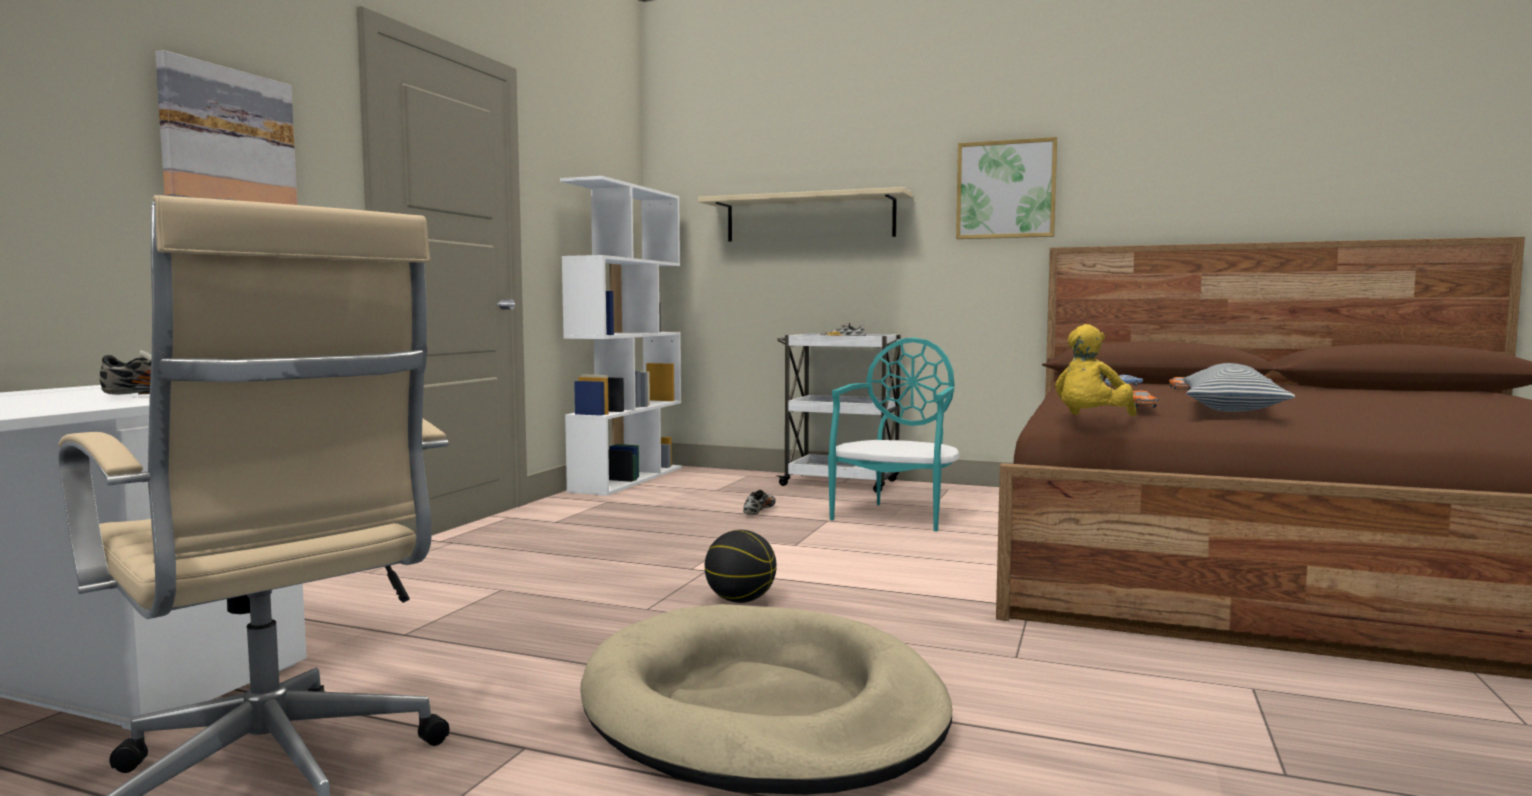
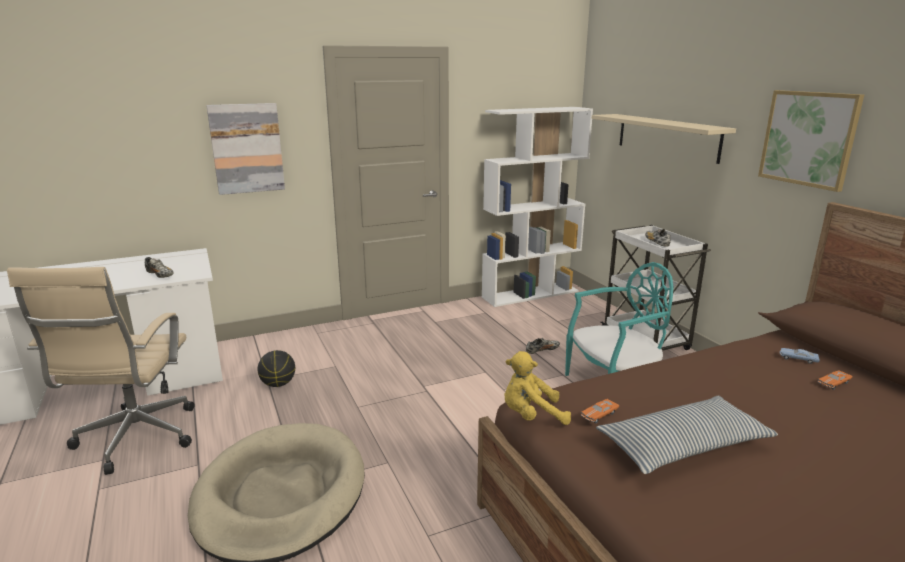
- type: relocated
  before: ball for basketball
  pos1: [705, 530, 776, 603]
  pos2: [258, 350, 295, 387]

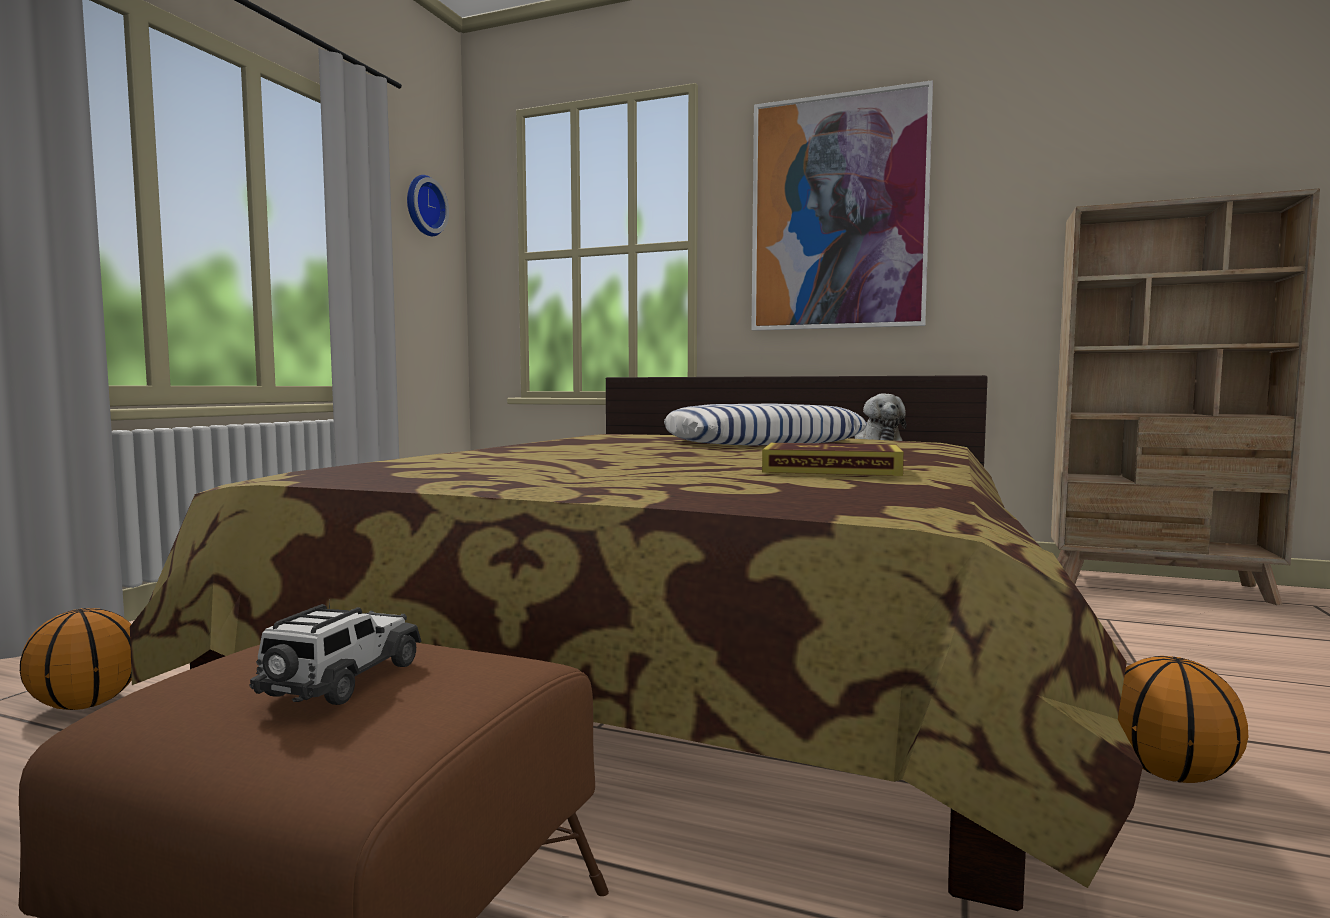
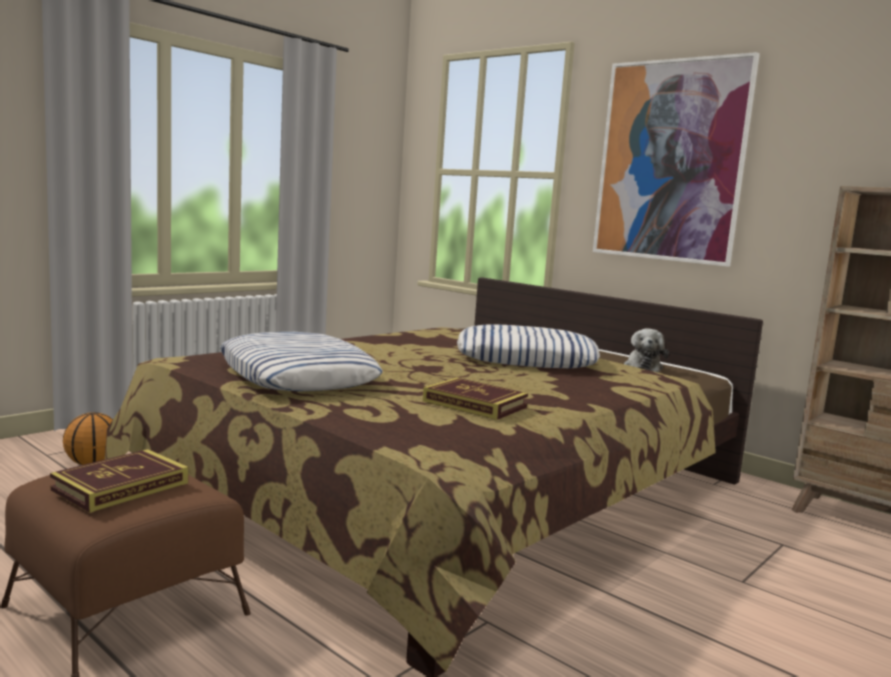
- type: exchanged
  before: toy car
  after: volume
  pos1: [249, 604, 422, 705]
  pos2: [50, 449, 188, 513]
- type: missing
  before: wall clock
  pos1: [407, 175, 449, 236]
- type: missing
  before: ball for basketball
  pos1: [1118, 656, 1248, 783]
- type: appeared
  after: pillow
  pos2: [220, 332, 383, 391]

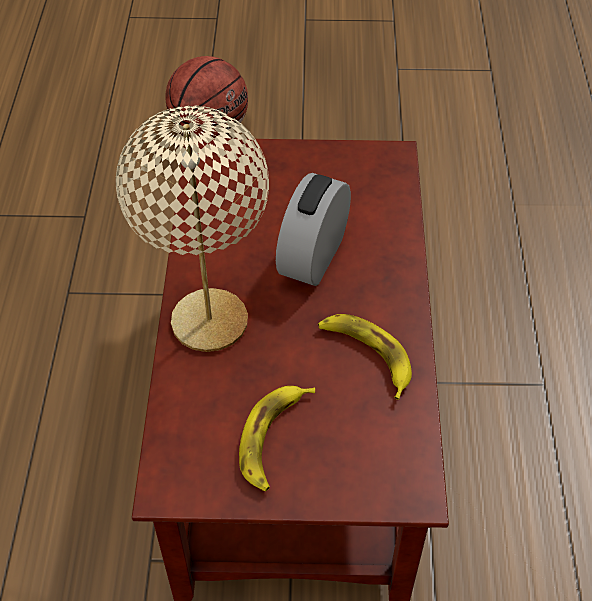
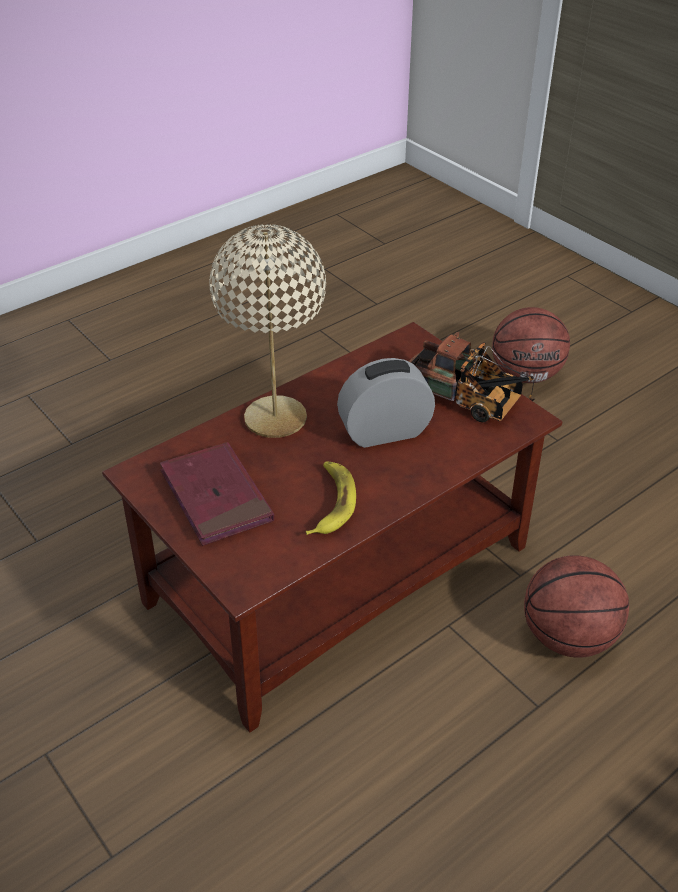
- type: exchanged
  before: banana
  after: red volume
  pos1: [239, 386, 315, 492]
  pos2: [160, 442, 274, 546]
- type: appeared
  after: toy lorry
  pos2: [409, 332, 535, 422]
- type: appeared
  after: ball for basketball
  pos2: [524, 555, 629, 658]

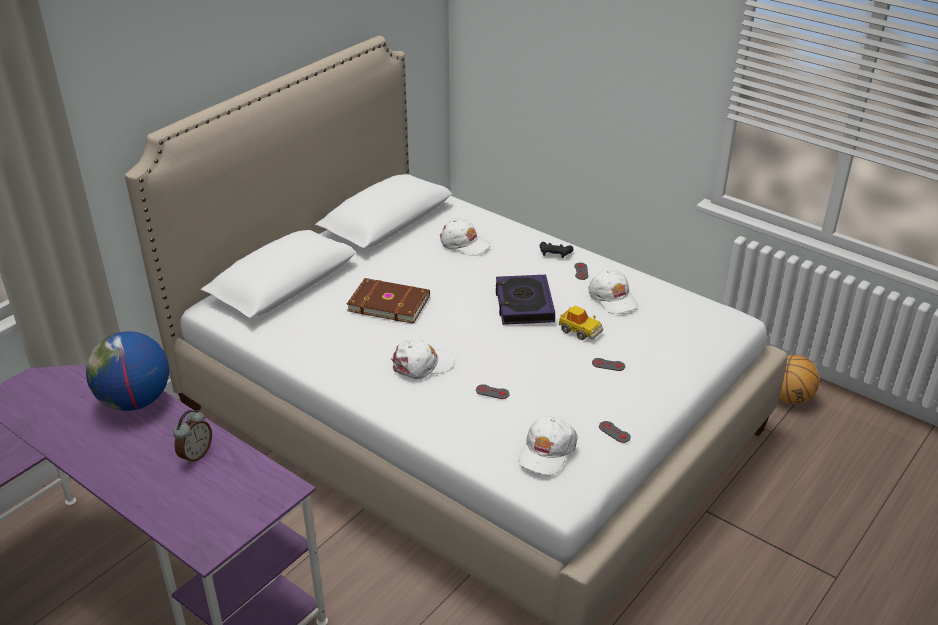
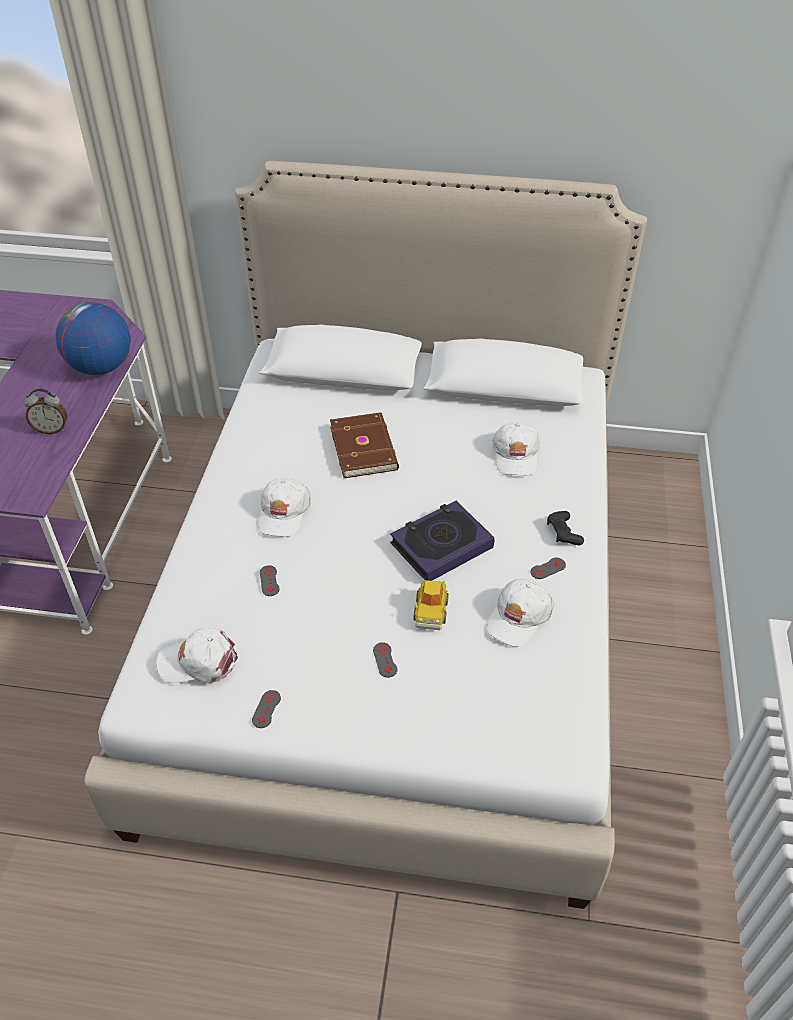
- type: spun
  before: white peaked cap
  pos1: [391, 339, 455, 379]
  pos2: [257, 478, 310, 537]
  turn: 60
- type: missing
  before: ball for basketball
  pos1: [779, 355, 820, 404]

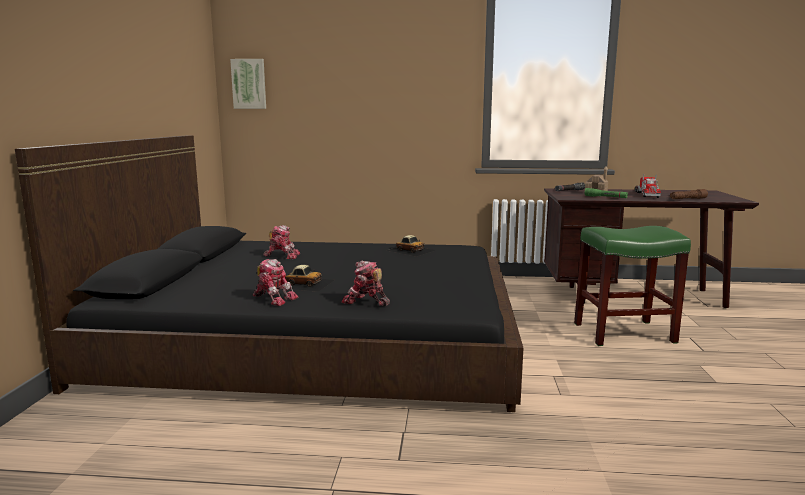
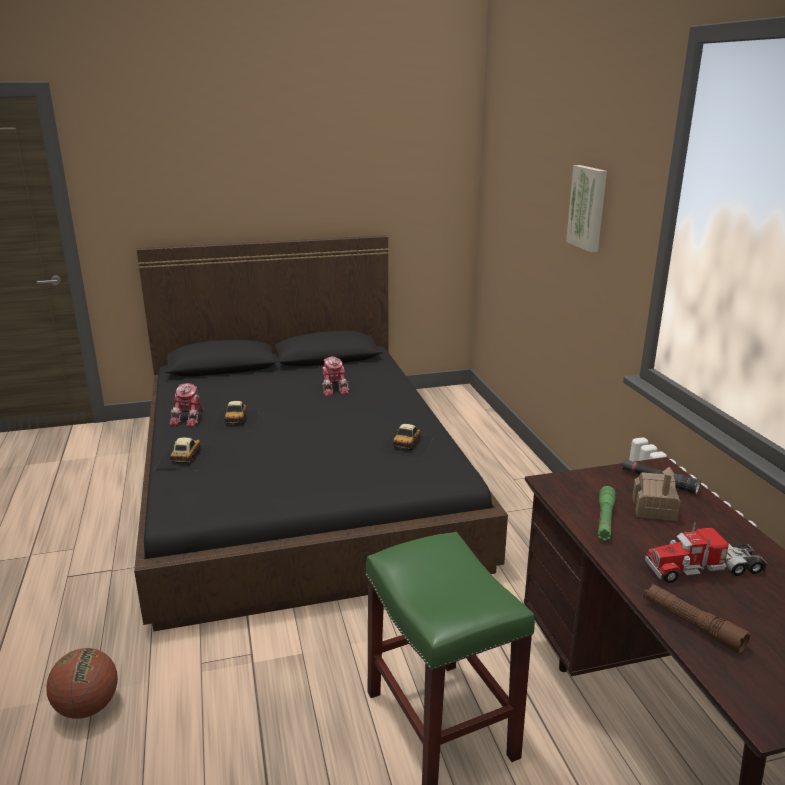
- type: relocated
  before: wall picture
  pos1: [230, 59, 266, 109]
  pos2: [566, 165, 607, 253]
- type: exchanged
  before: toy robot
  after: toy car
  pos1: [341, 261, 390, 306]
  pos2: [155, 437, 216, 470]
- type: appeared
  after: ball for basketball
  pos2: [46, 648, 118, 719]

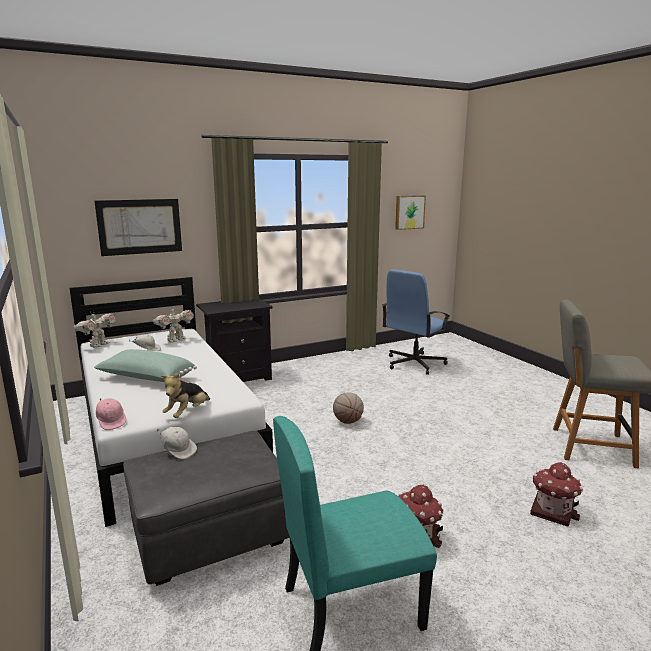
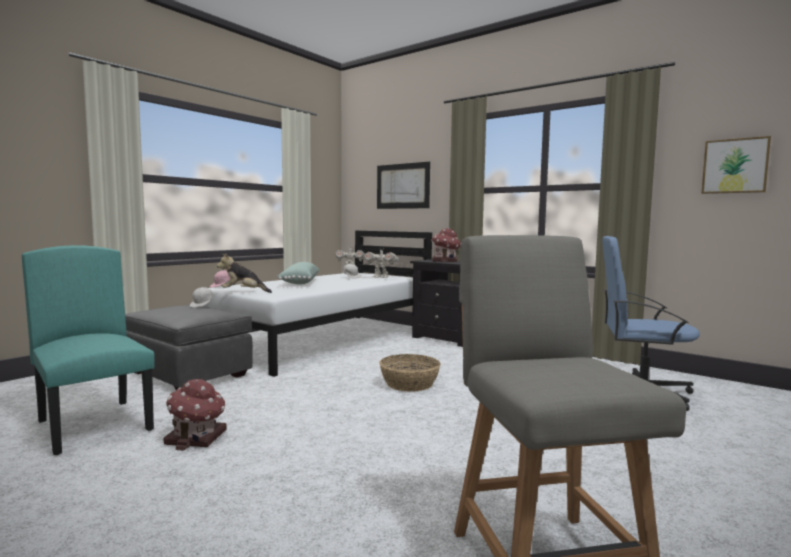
- type: exchanged
  before: ball for basketball
  after: storage basket
  pos1: [333, 393, 364, 424]
  pos2: [379, 354, 440, 392]
- type: relocated
  before: model house
  pos1: [530, 462, 583, 527]
  pos2: [431, 228, 461, 262]

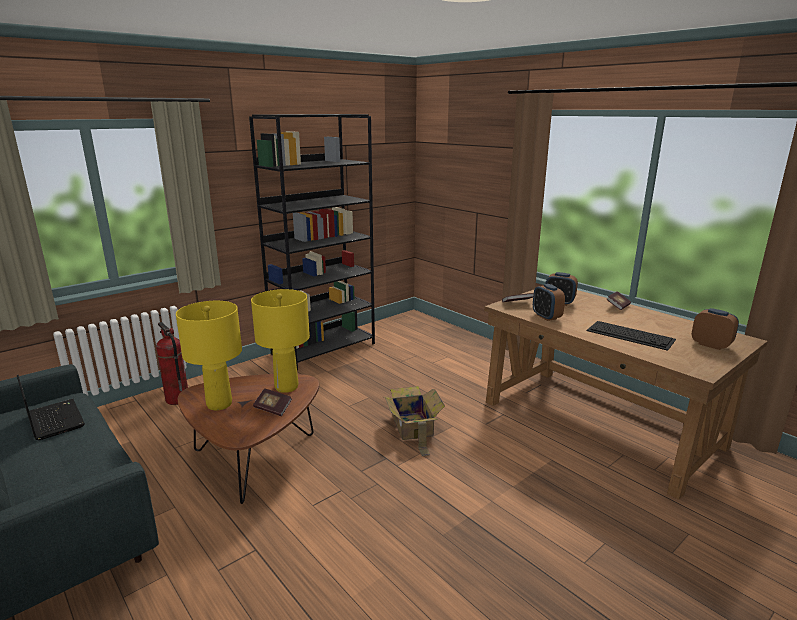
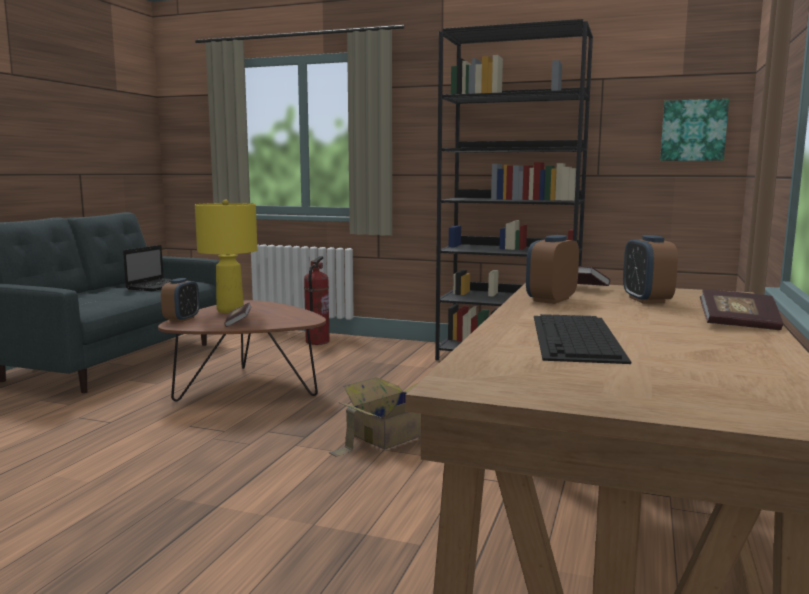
- type: missing
  before: yellow-coloured lamp for a table
  pos1: [251, 289, 310, 393]
- type: relocated
  before: bedside clock
  pos1: [692, 308, 739, 350]
  pos2: [161, 278, 199, 322]
- type: appeared
  after: wall picture
  pos2: [660, 99, 729, 161]

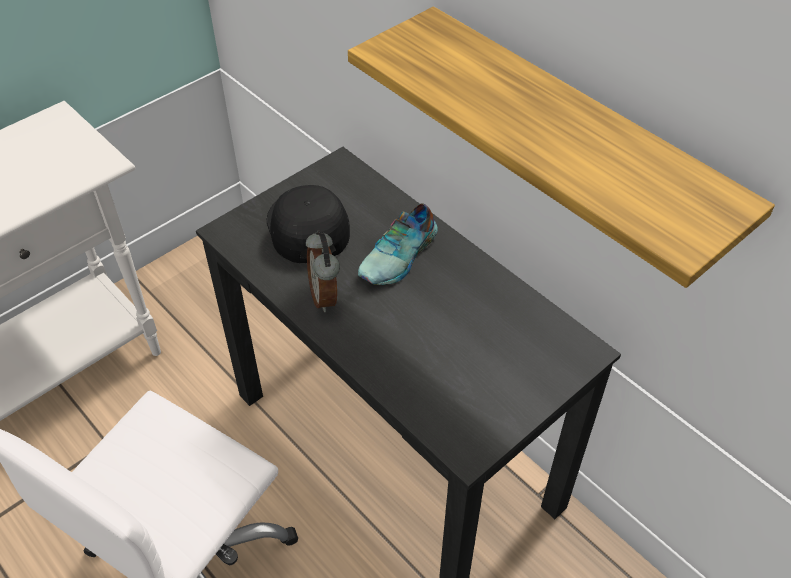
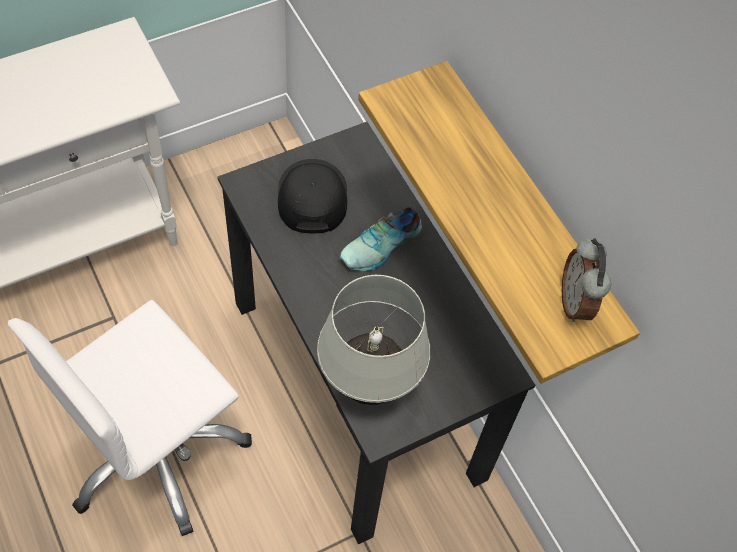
- type: relocated
  before: bedside clock
  pos1: [306, 230, 340, 312]
  pos2: [562, 238, 611, 322]
- type: appeared
  after: white lamp for a table
  pos2: [317, 275, 430, 405]

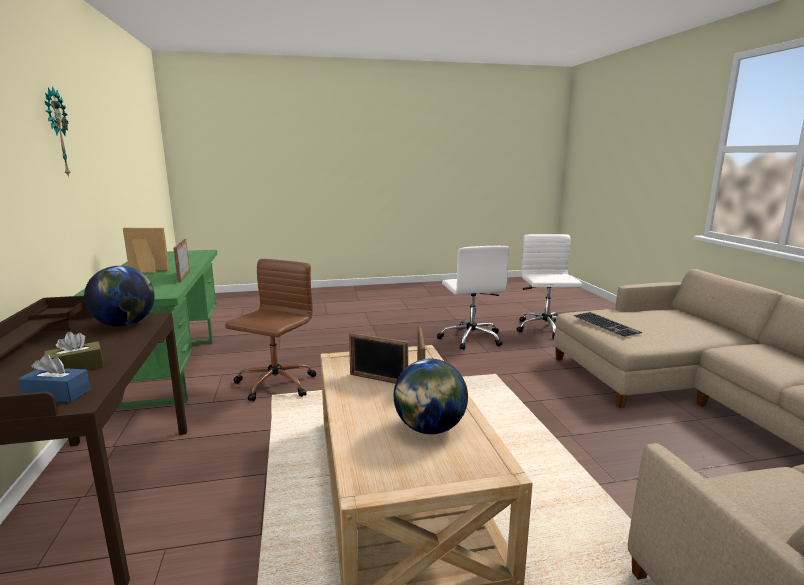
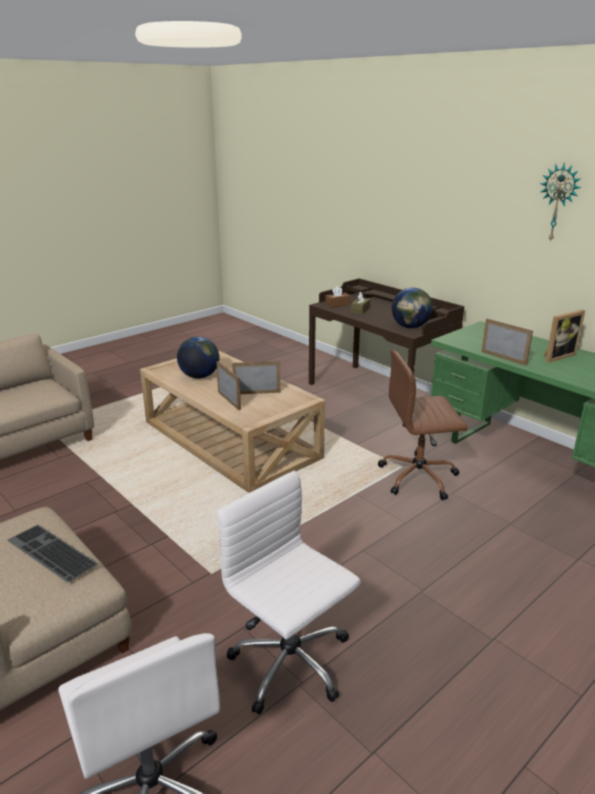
- type: colour
  before: blue-coloured tissue holder
  after: brown-coloured tissue holder
  pos1: [18, 354, 91, 402]
  pos2: [325, 286, 350, 308]
- type: spun
  before: brown-coloured office chair
  pos1: [225, 259, 316, 402]
  pos2: [378, 350, 468, 501]
  turn: 90

